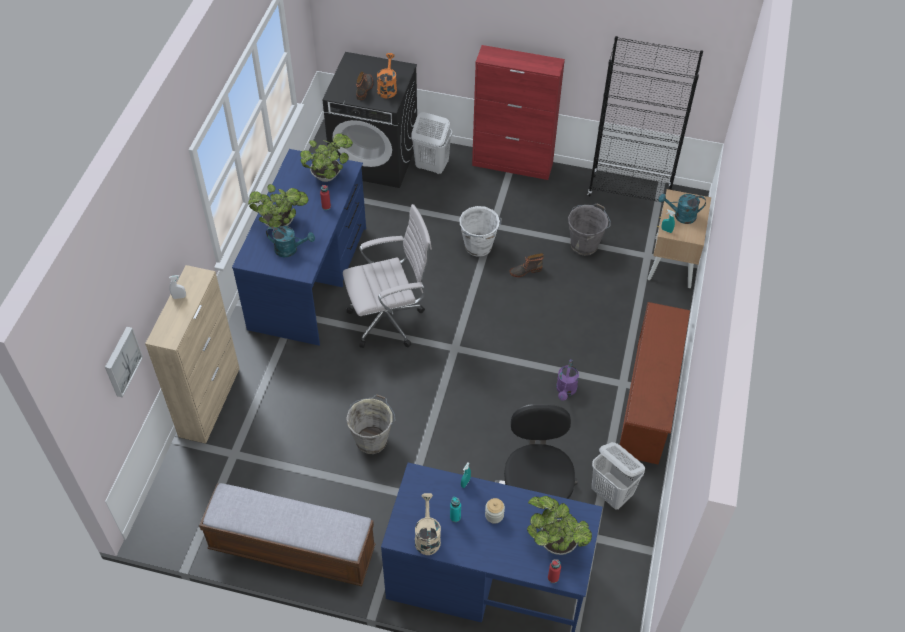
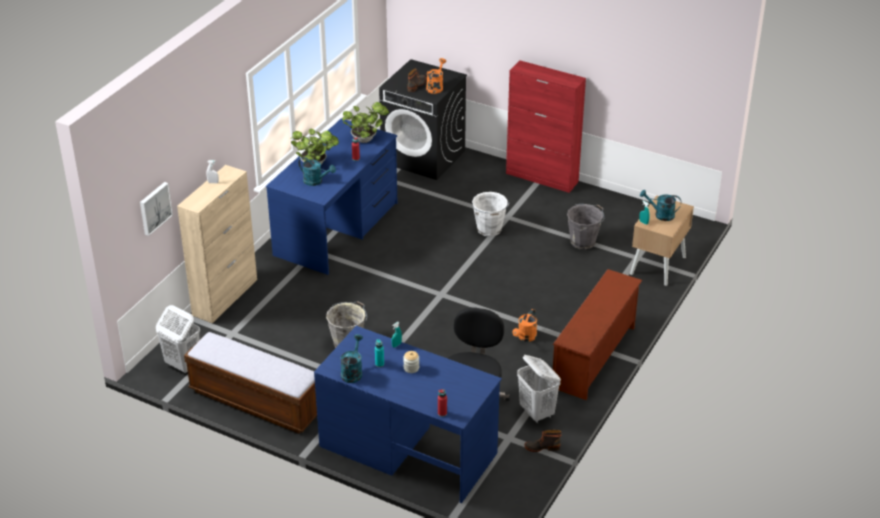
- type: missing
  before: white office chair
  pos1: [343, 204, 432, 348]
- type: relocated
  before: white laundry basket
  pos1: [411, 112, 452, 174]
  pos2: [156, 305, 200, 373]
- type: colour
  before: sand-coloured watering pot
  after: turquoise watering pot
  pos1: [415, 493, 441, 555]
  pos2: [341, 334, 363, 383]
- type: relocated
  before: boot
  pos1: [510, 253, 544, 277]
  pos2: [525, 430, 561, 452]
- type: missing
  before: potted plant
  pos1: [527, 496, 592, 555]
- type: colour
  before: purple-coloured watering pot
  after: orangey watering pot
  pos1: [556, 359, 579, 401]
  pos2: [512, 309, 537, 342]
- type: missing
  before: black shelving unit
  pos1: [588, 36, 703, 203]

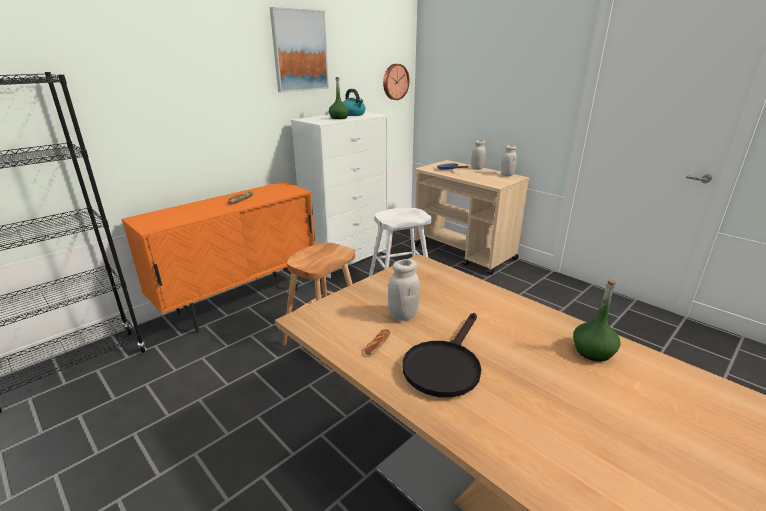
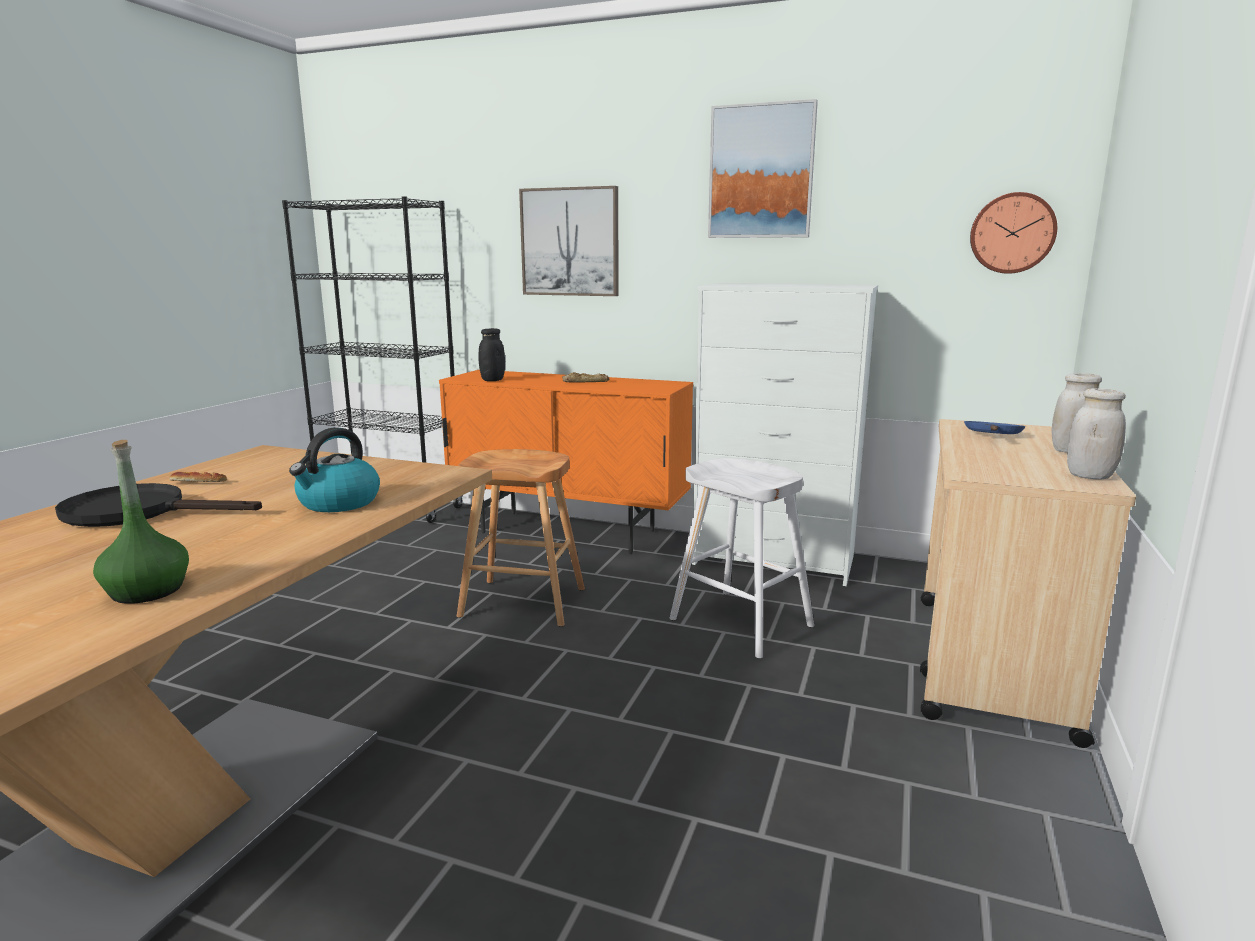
- type: missing
  before: green-coloured bottle
  pos1: [329, 77, 349, 119]
- type: relocated
  before: tea kettle
  pos1: [343, 89, 365, 116]
  pos2: [289, 427, 380, 512]
- type: missing
  before: white preserve jar
  pos1: [388, 259, 420, 321]
- type: appeared
  after: black preserve jar
  pos2: [478, 328, 505, 381]
- type: appeared
  after: wall picture
  pos2: [519, 186, 619, 296]

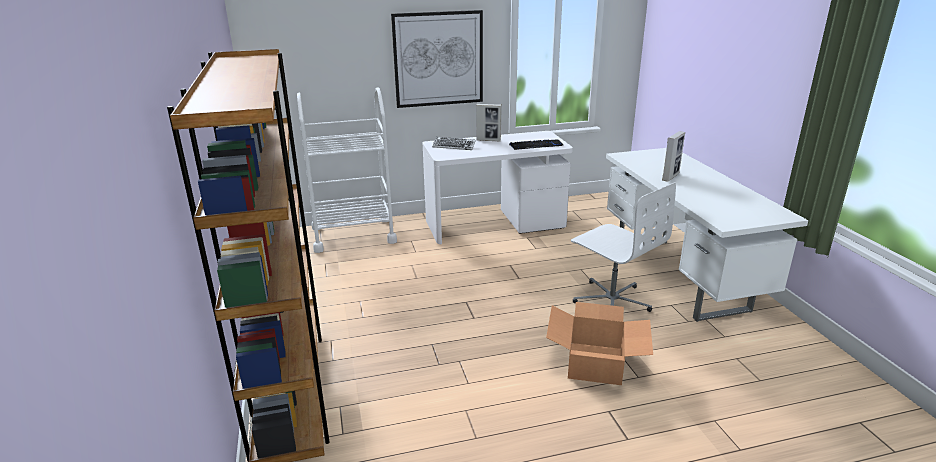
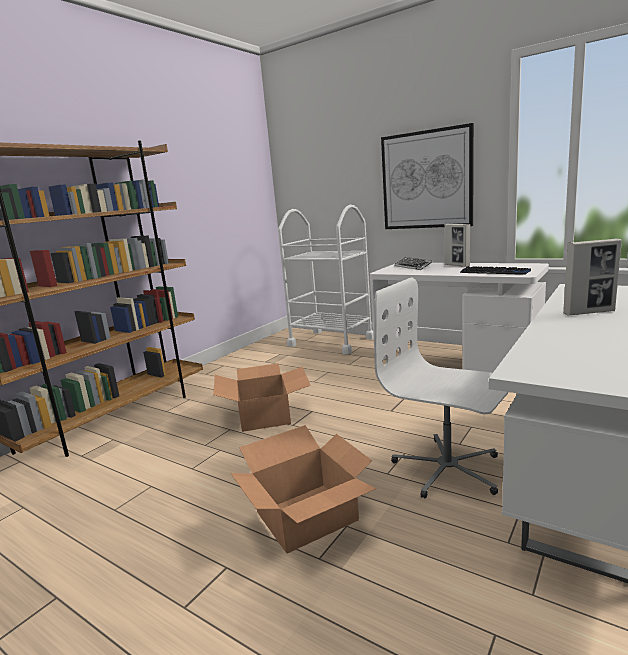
- type: spun
  before: white office chair
  pos1: [571, 182, 676, 312]
  pos2: [374, 278, 509, 498]
  turn: 120
- type: appeared
  after: cardboard box
  pos2: [213, 363, 310, 432]

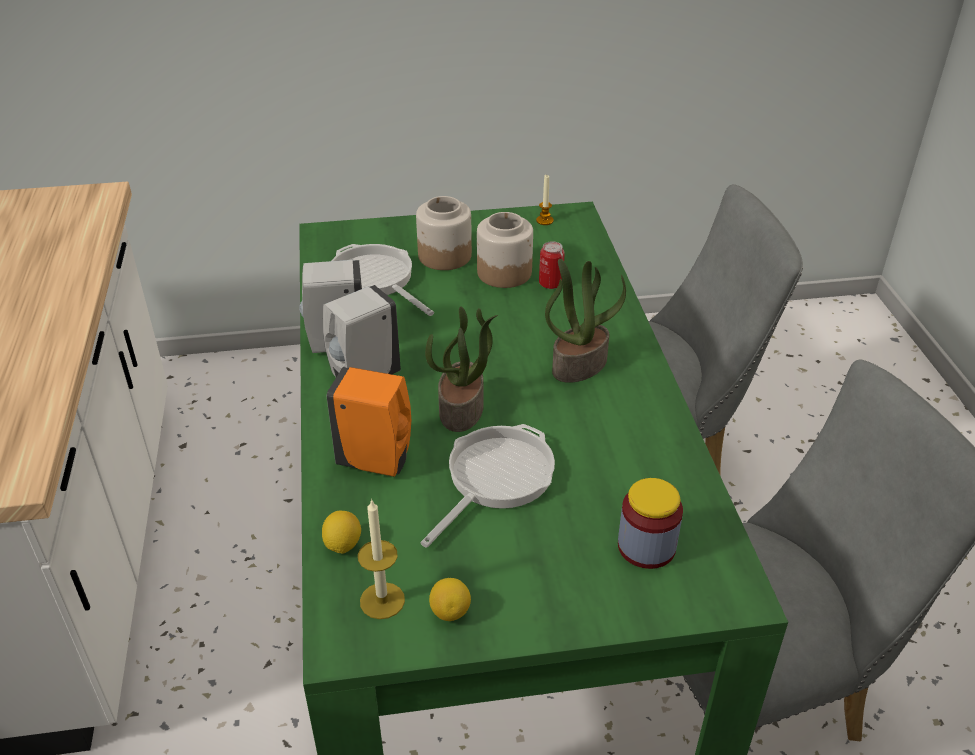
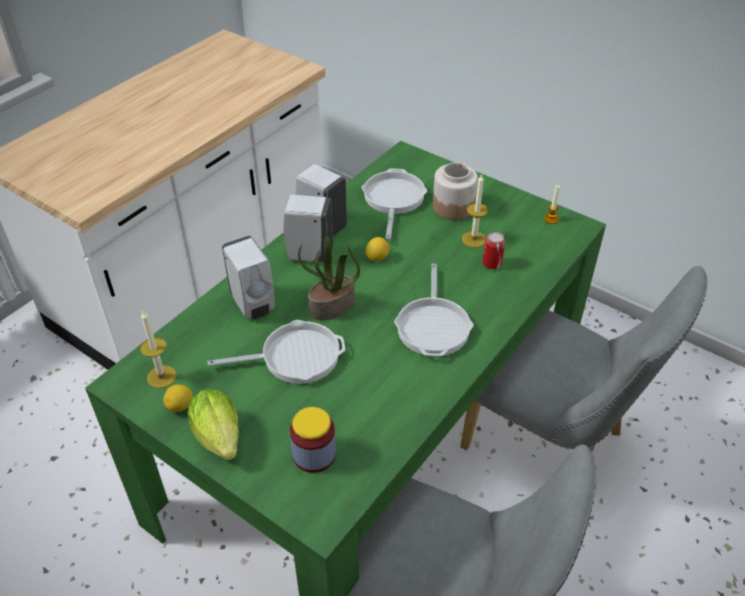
- type: relocated
  before: lemon
  pos1: [322, 511, 361, 554]
  pos2: [365, 237, 390, 261]
- type: colour
  before: orangey soap dispenser
  after: white soap dispenser
  pos1: [327, 367, 411, 477]
  pos2: [222, 236, 275, 320]
- type: exchanged
  before: preserve jar
  after: candle
  pos1: [477, 212, 533, 288]
  pos2: [462, 174, 488, 248]
- type: exchanged
  before: potted plant
  after: skillet
  pos1: [545, 259, 626, 383]
  pos2: [394, 264, 474, 356]
- type: appeared
  after: lettuce head
  pos2: [188, 389, 239, 460]

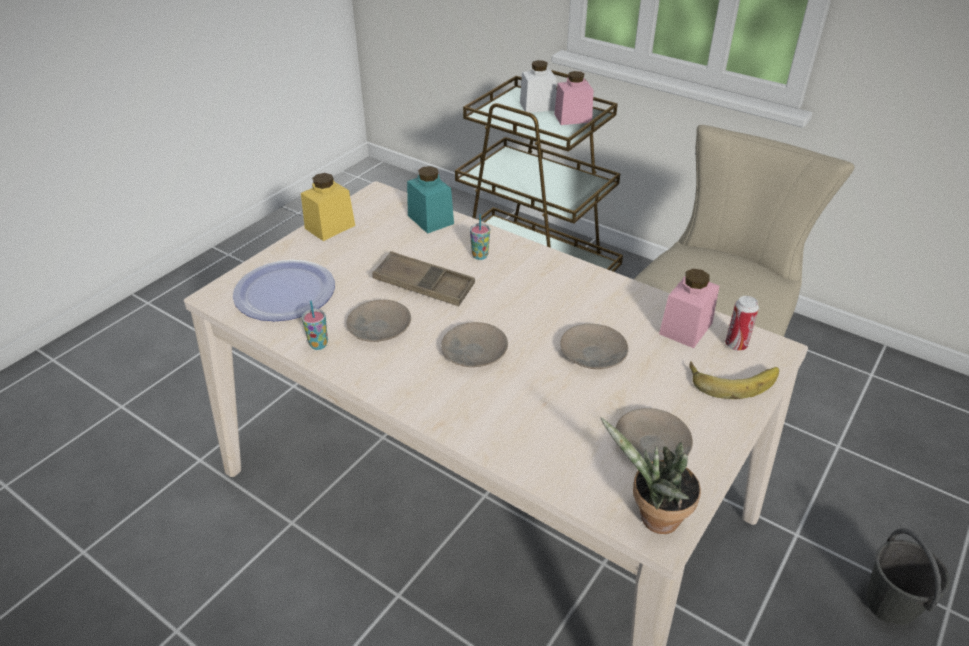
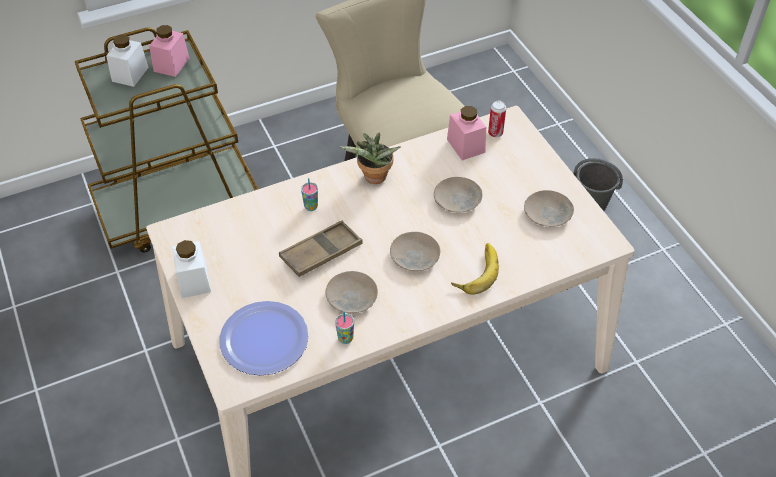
- type: colour
  before: yellow-coloured preserve jar
  after: white preserve jar
  pos1: [301, 173, 355, 241]
  pos2: [172, 240, 211, 298]
- type: missing
  before: turquoise preserve jar
  pos1: [407, 166, 454, 234]
- type: relocated
  before: potted plant
  pos1: [601, 417, 701, 534]
  pos2: [340, 133, 401, 184]
- type: relocated
  before: banana
  pos1: [689, 362, 779, 399]
  pos2: [451, 243, 499, 295]

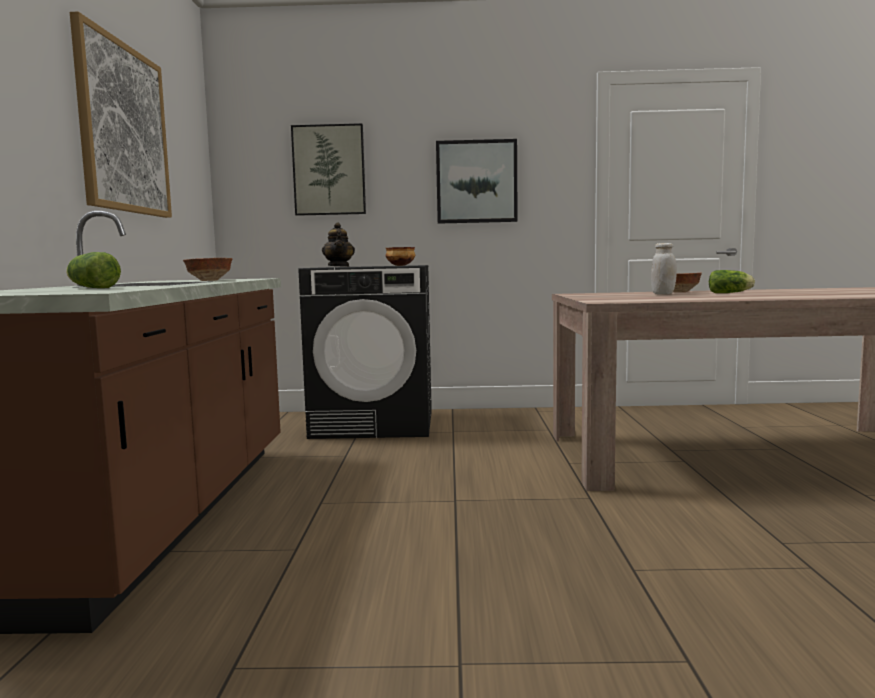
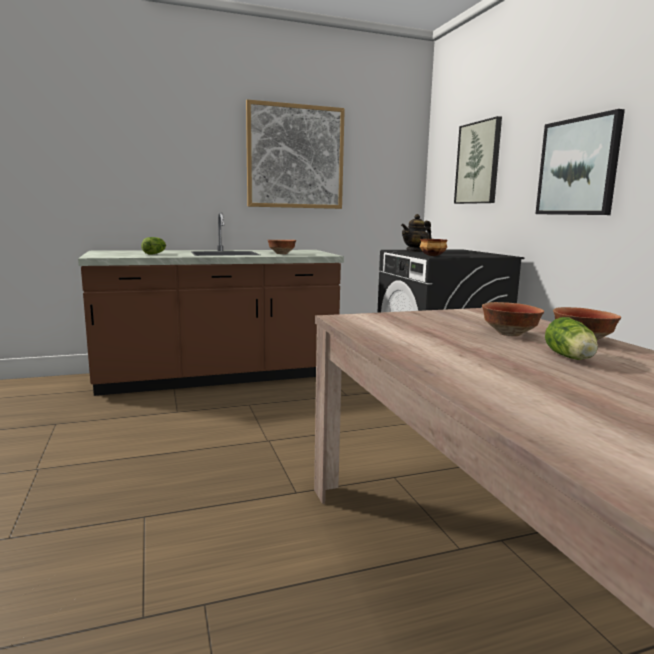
- type: exchanged
  before: white preserve jar
  after: bowl
  pos1: [651, 243, 677, 295]
  pos2: [482, 302, 544, 336]

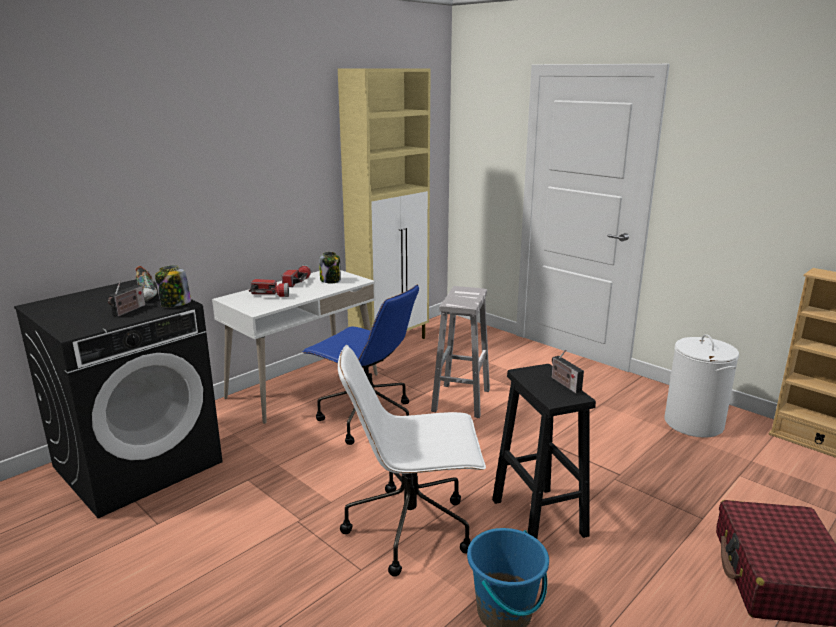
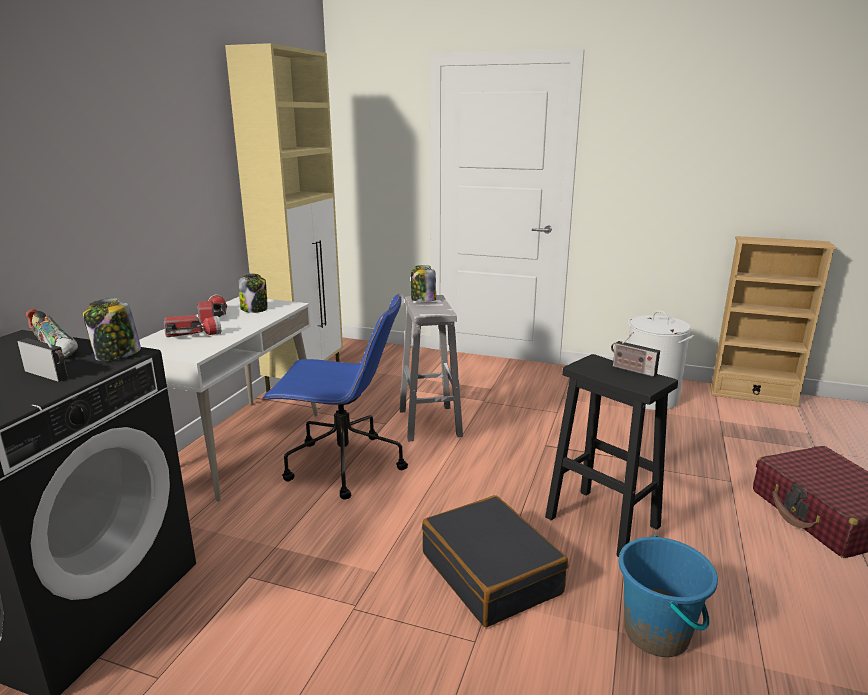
- type: spun
  before: radio set
  pos1: [108, 281, 145, 317]
  pos2: [17, 328, 68, 382]
  turn: -60
- type: exchanged
  before: white office chair
  after: black travel case
  pos1: [338, 345, 486, 577]
  pos2: [422, 495, 568, 627]
- type: appeared
  after: preserve jar
  pos2: [411, 265, 436, 302]

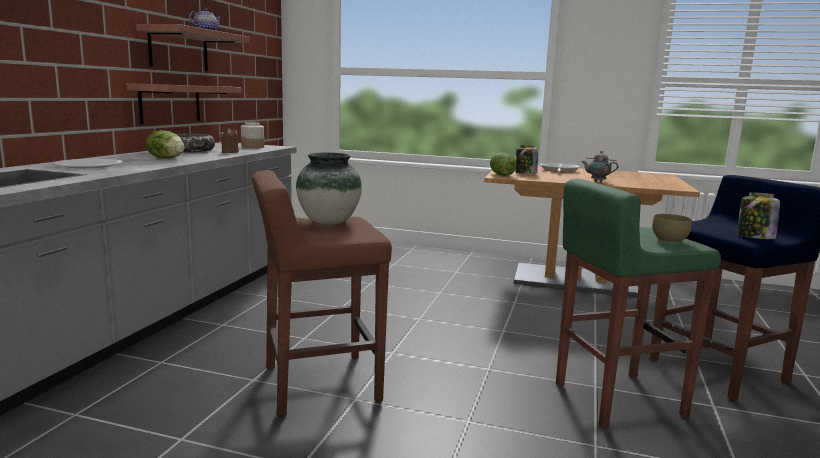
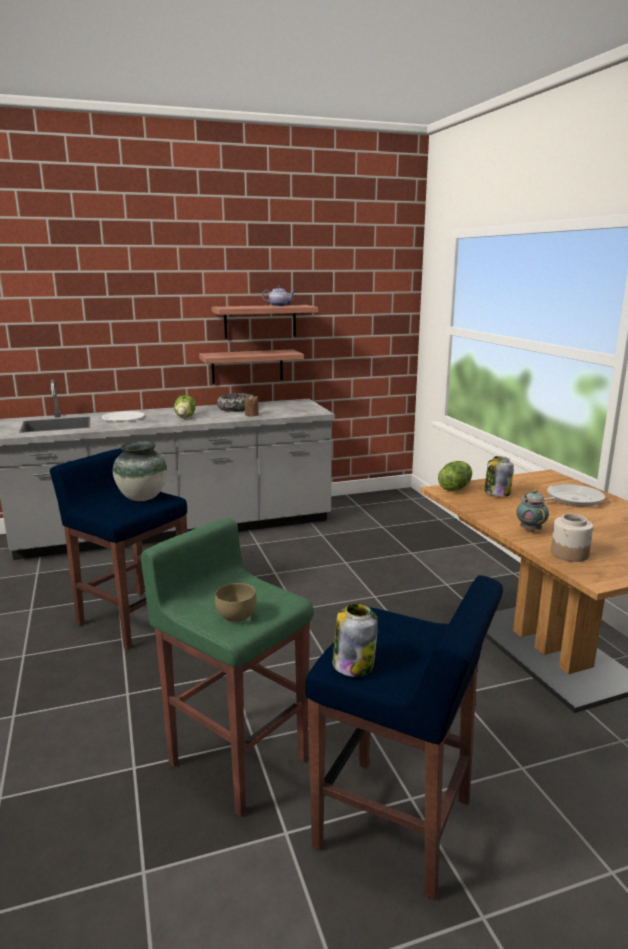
- type: relocated
  before: preserve jar
  pos1: [241, 122, 264, 148]
  pos2: [551, 514, 593, 562]
- type: colour
  before: brown-coloured sitting stool
  after: blue-coloured sitting stool
  pos1: [252, 170, 392, 416]
  pos2: [50, 448, 187, 649]

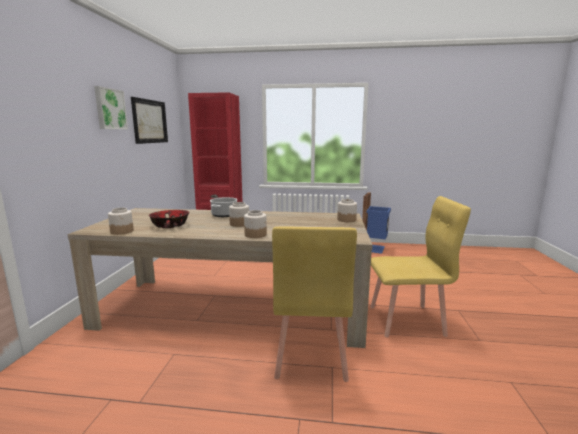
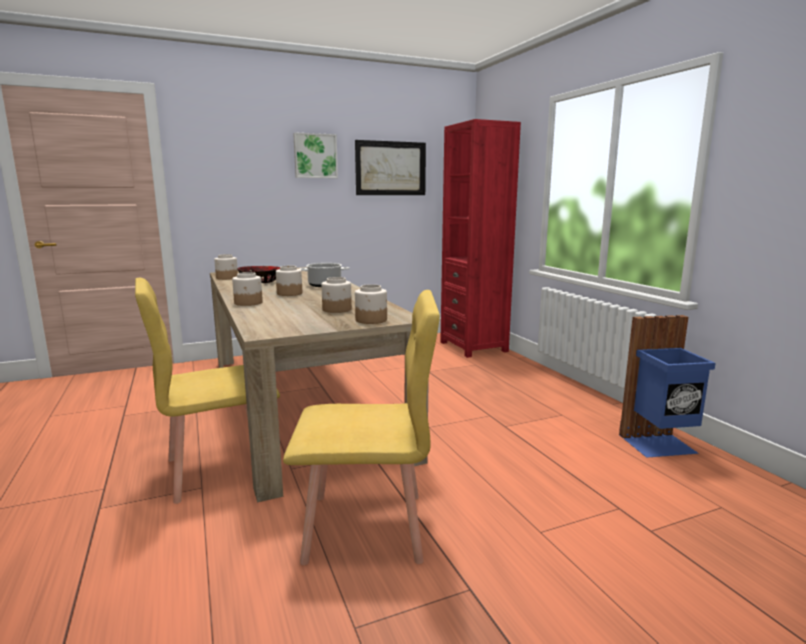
- type: spun
  before: yellow-coloured upright chair
  pos1: [370, 196, 471, 337]
  pos2: [283, 290, 440, 565]
  turn: -60
- type: appeared
  after: preserve jar
  pos2: [322, 277, 352, 313]

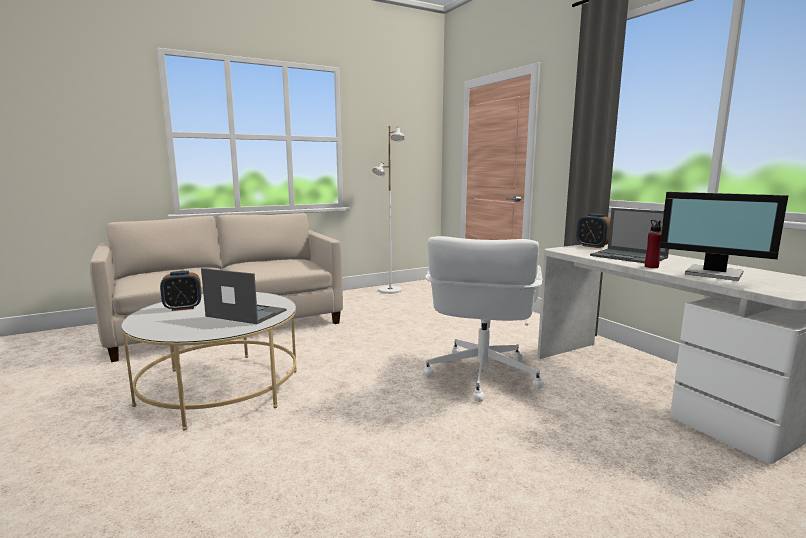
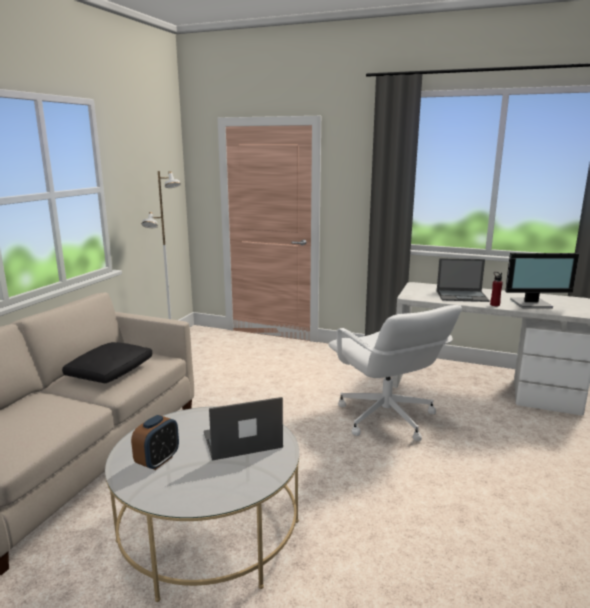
- type: missing
  before: bedside clock
  pos1: [576, 214, 610, 248]
- type: appeared
  after: black pillow
  pos2: [62, 342, 152, 383]

